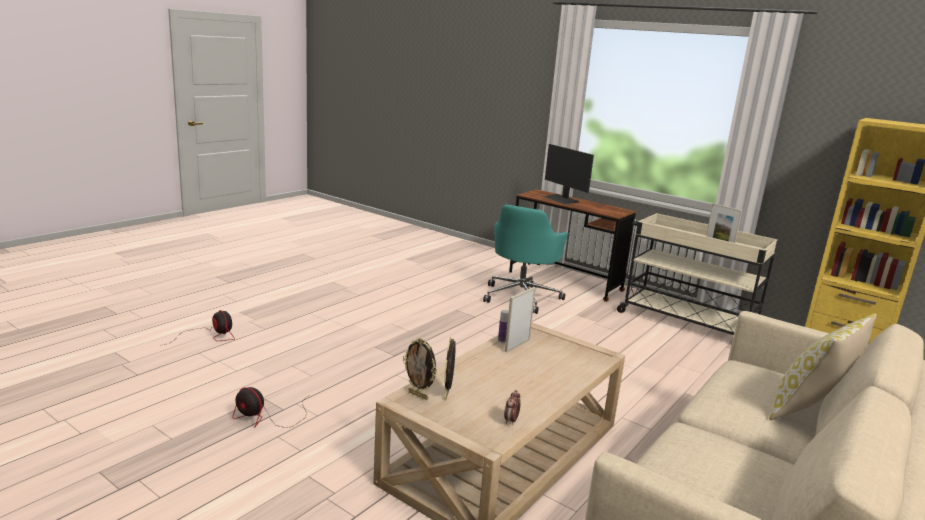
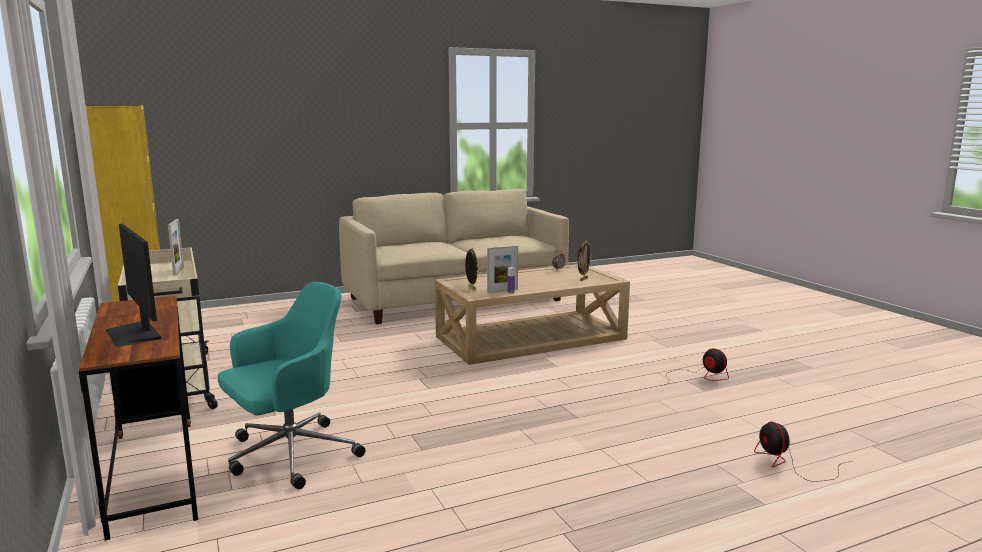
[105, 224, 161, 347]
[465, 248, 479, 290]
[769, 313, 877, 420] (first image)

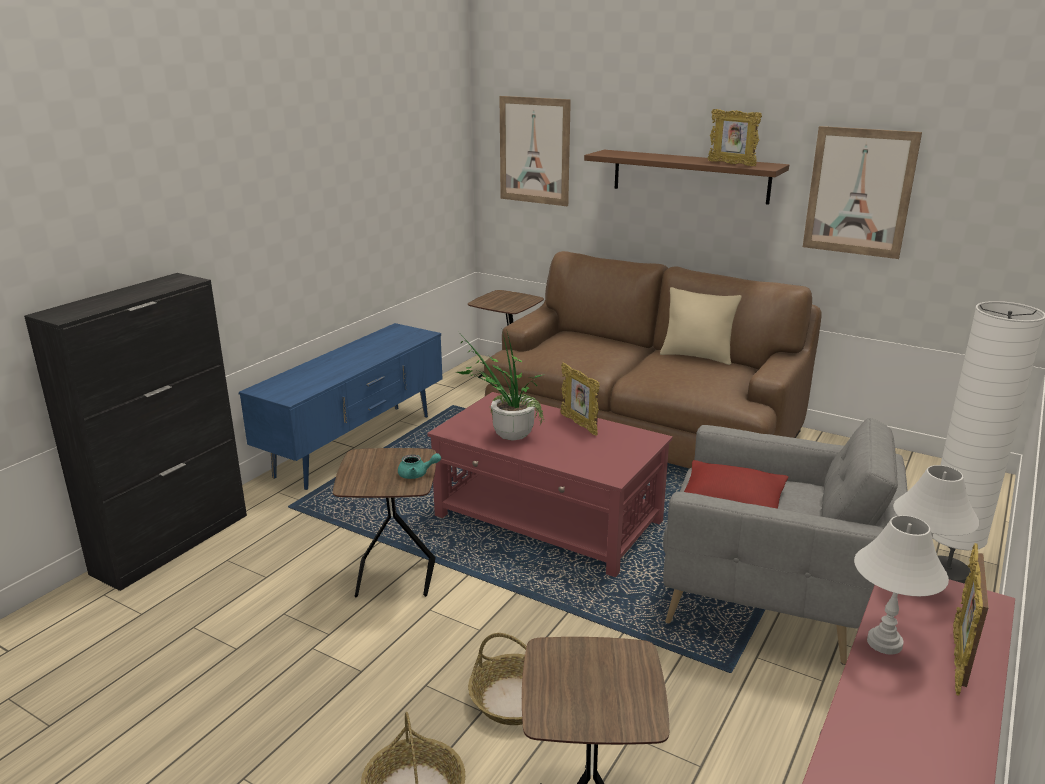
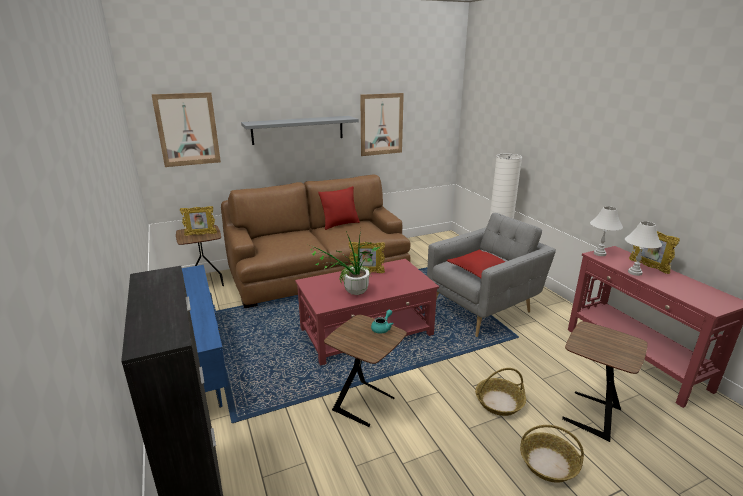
[180, 206, 217, 236]
[241, 116, 359, 145]
[318, 186, 360, 230]

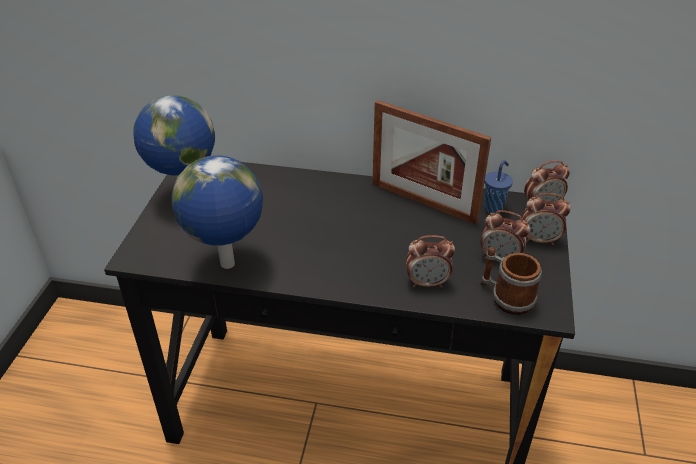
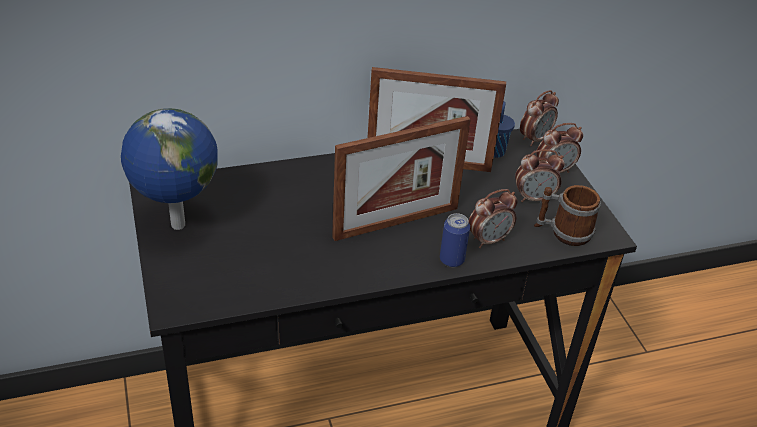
[332, 116, 471, 241]
[440, 213, 470, 267]
[171, 155, 263, 269] (first image)

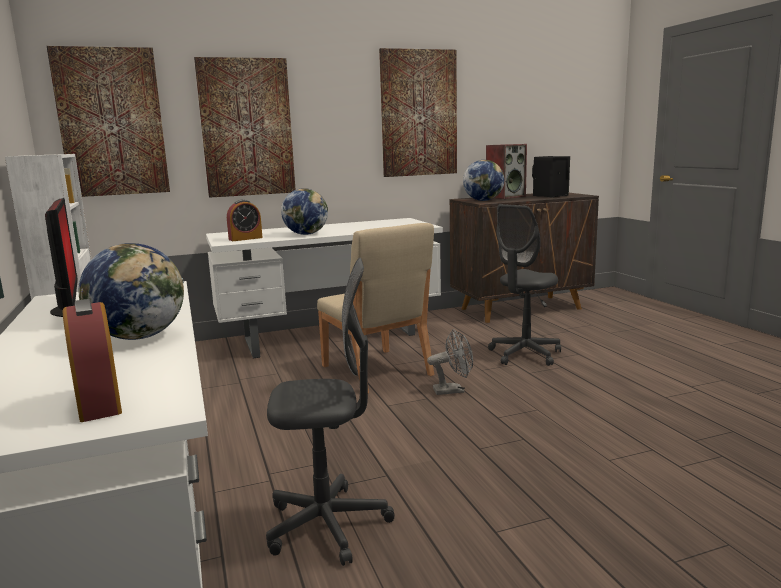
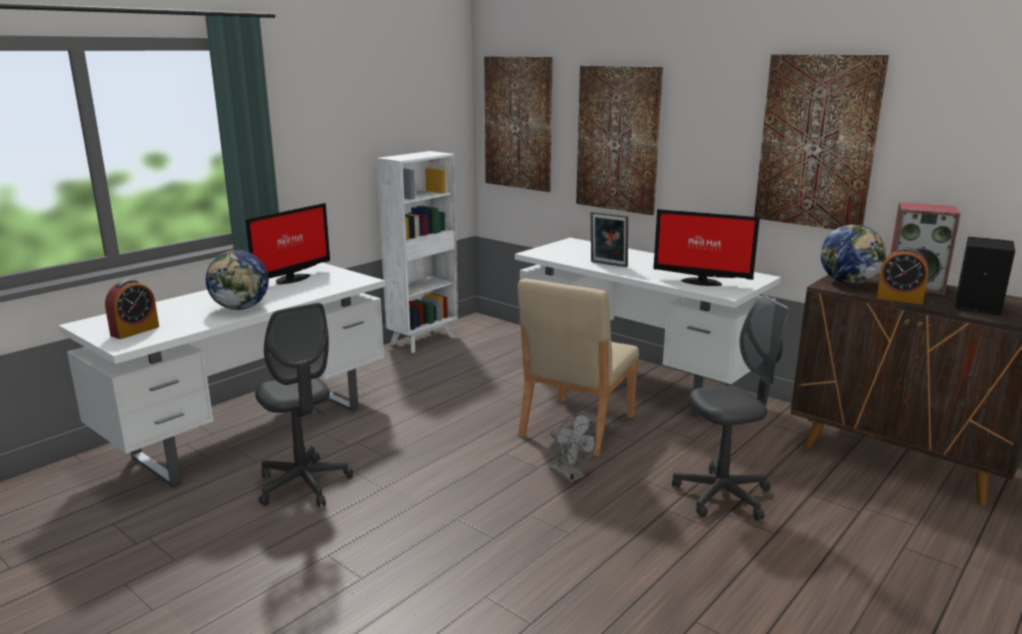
[591, 211, 628, 267]
[653, 209, 760, 286]
[672, 295, 790, 521]
[876, 247, 929, 304]

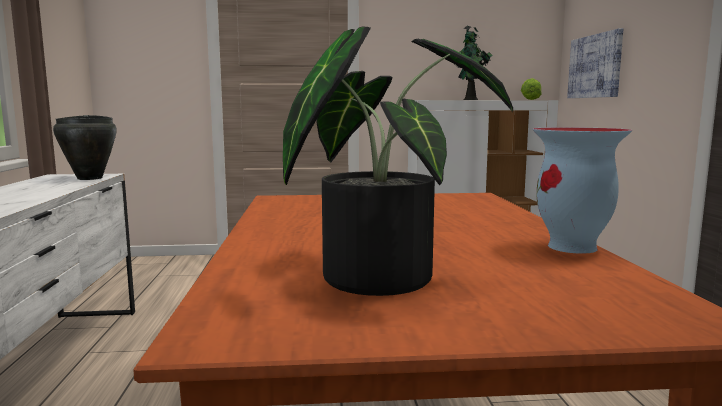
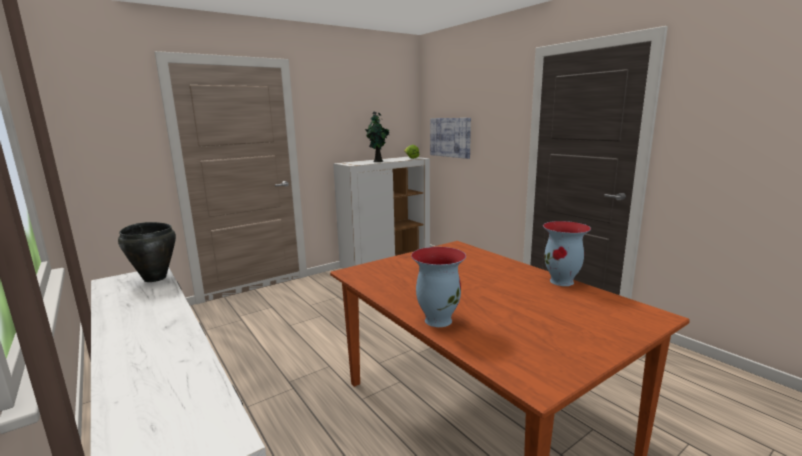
[411, 247, 466, 327]
[283, 27, 513, 296] (first image)

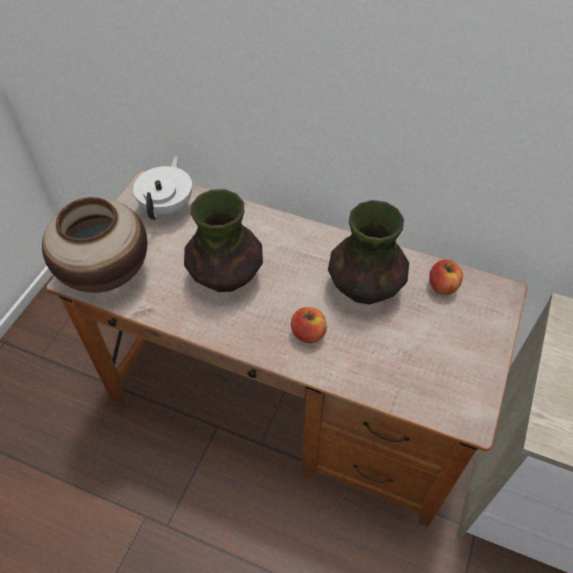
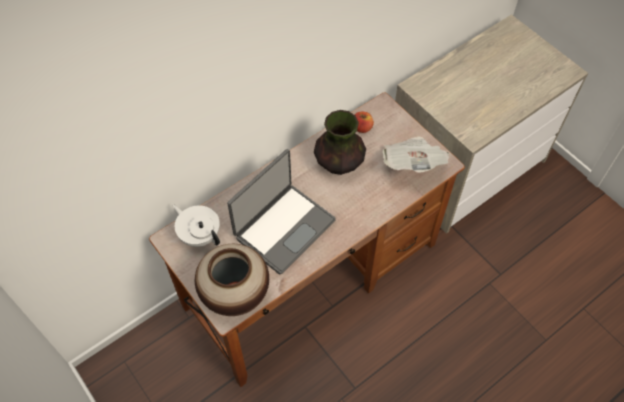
[227, 149, 336, 274]
[383, 136, 449, 173]
[291, 307, 327, 343] (first image)

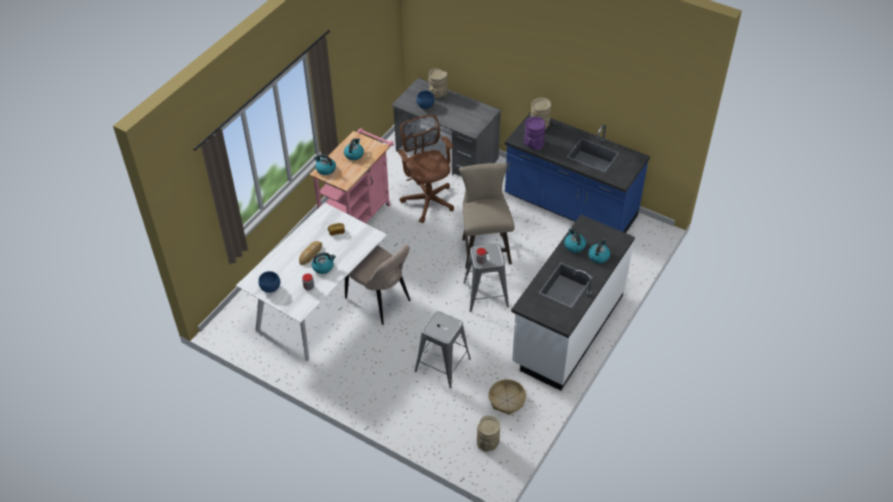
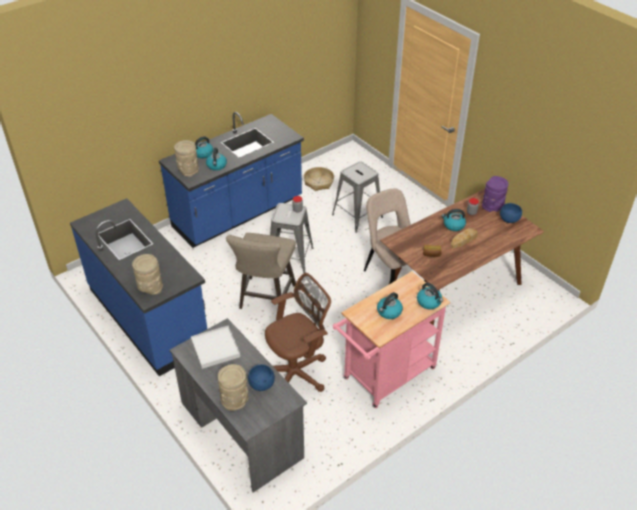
[159, 112, 304, 248]
[174, 140, 199, 177]
[191, 326, 240, 369]
[265, 273, 331, 392]
[380, 189, 544, 326]
[482, 176, 508, 212]

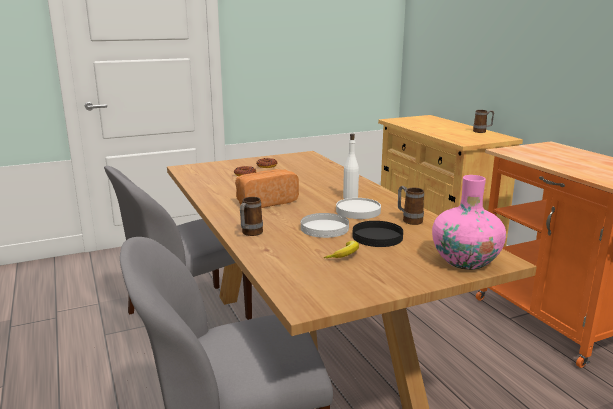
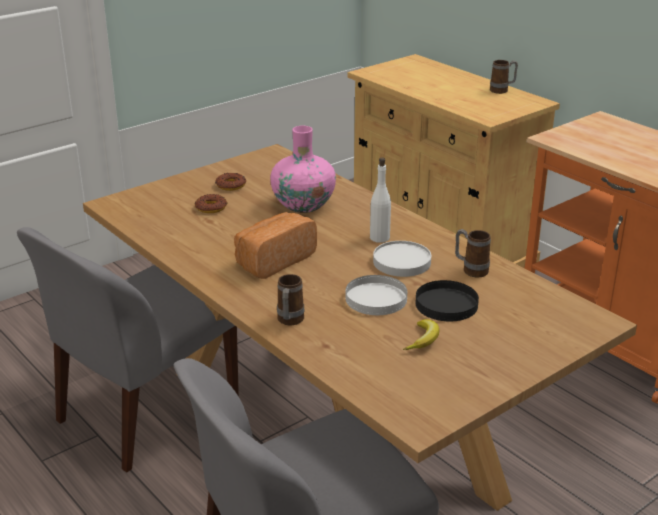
[270, 126, 336, 213]

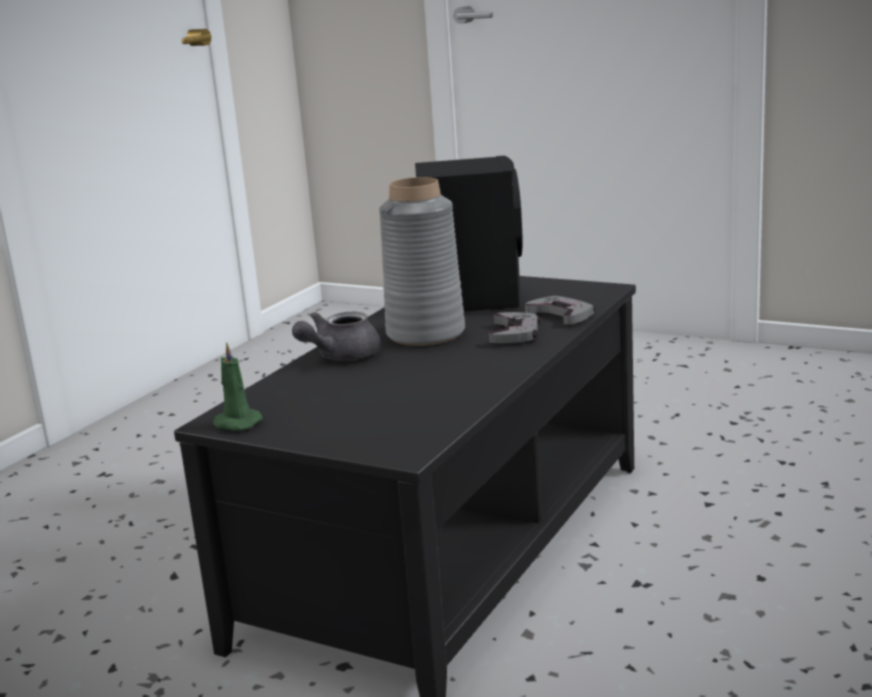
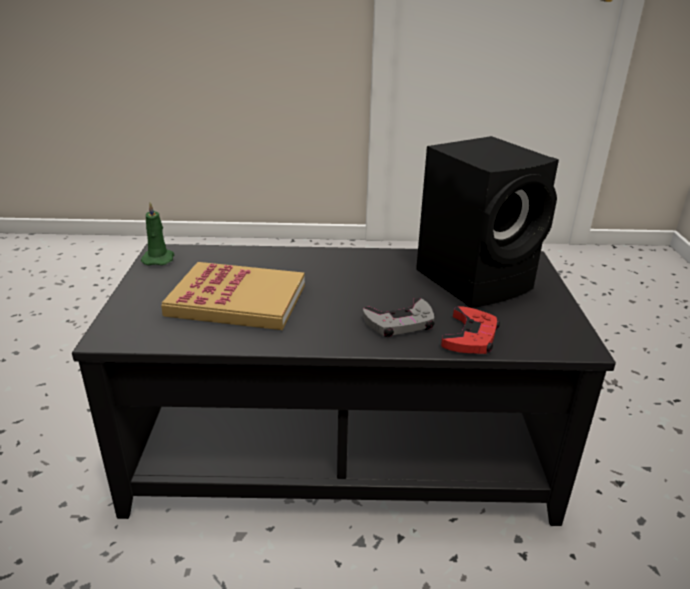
[161, 262, 305, 330]
[441, 306, 500, 354]
[292, 311, 381, 361] (first image)
[379, 177, 465, 346] (first image)

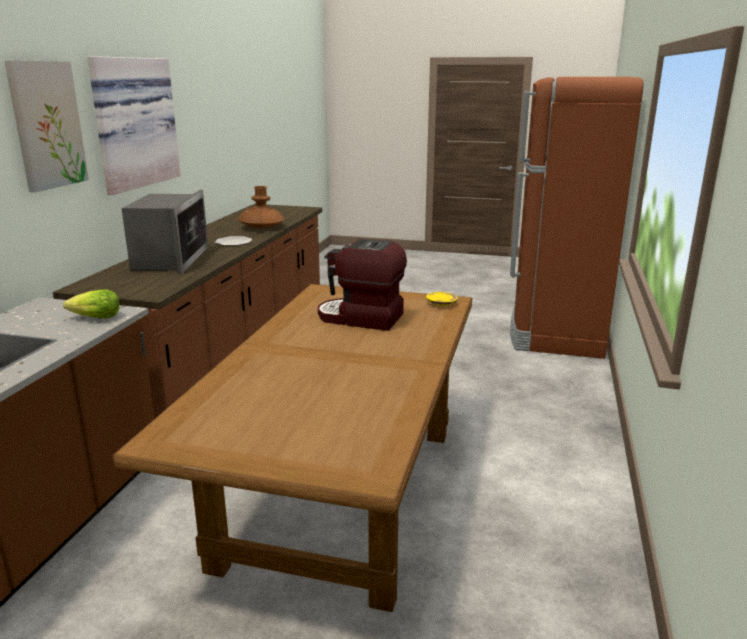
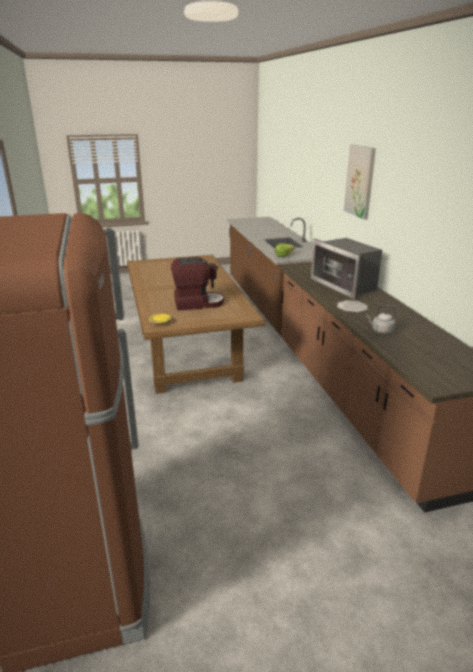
[367, 305, 396, 334]
[87, 56, 181, 195] (first image)

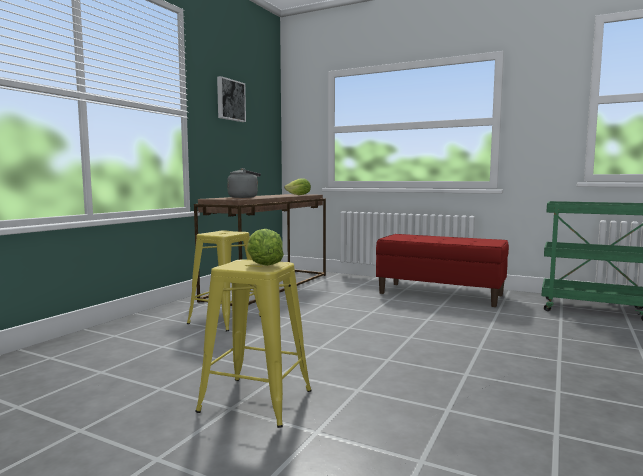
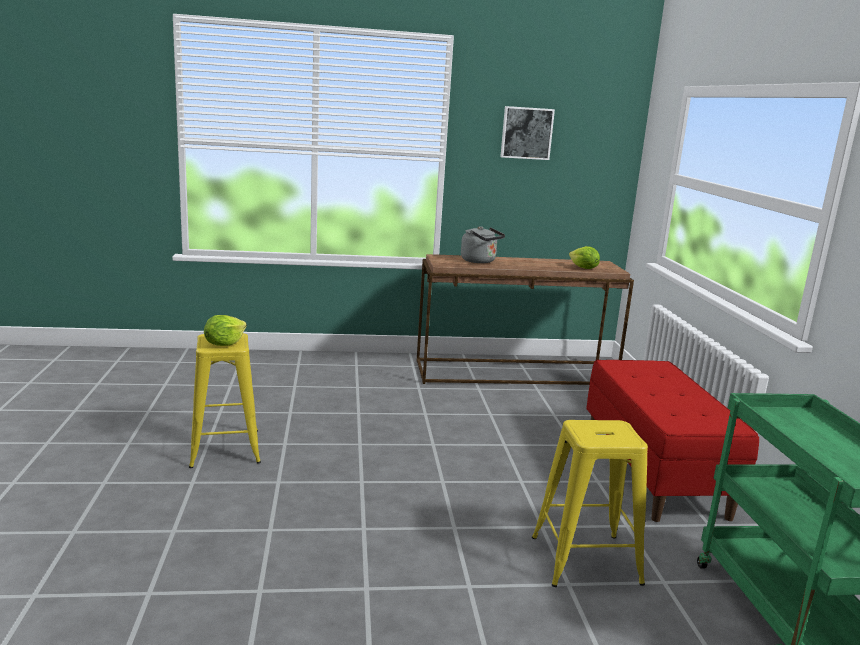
[532, 420, 648, 587]

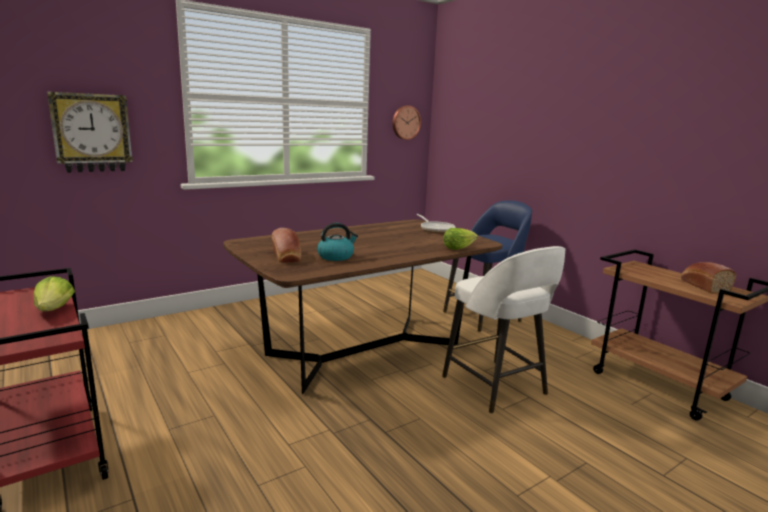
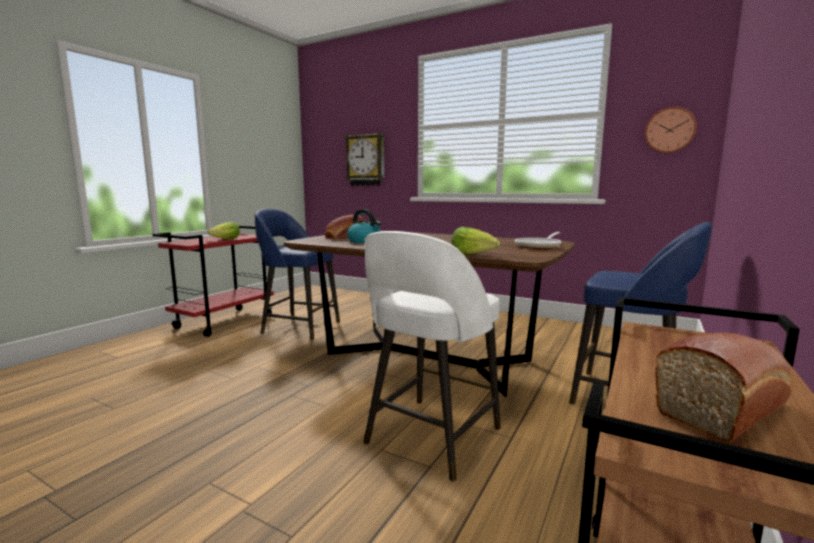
[255, 208, 340, 340]

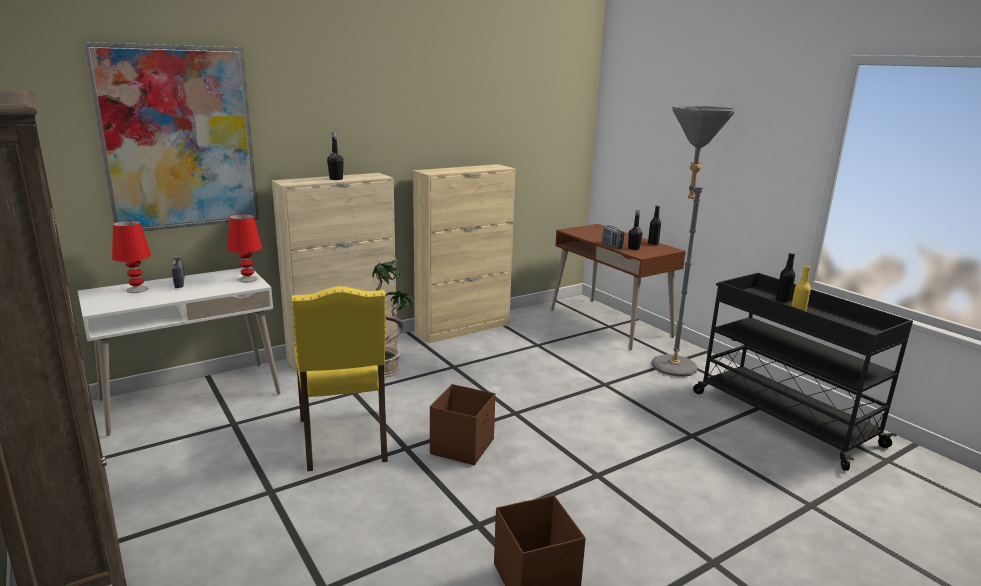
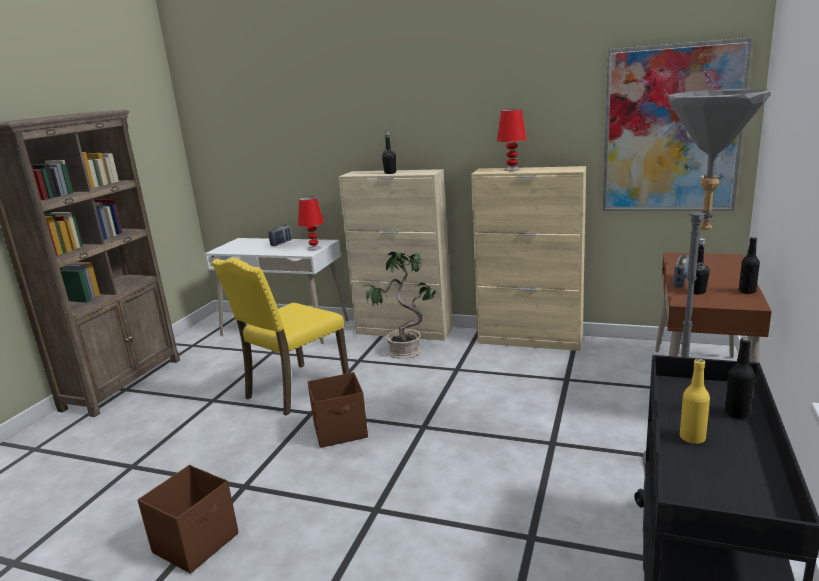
[497, 109, 527, 171]
[603, 37, 752, 211]

